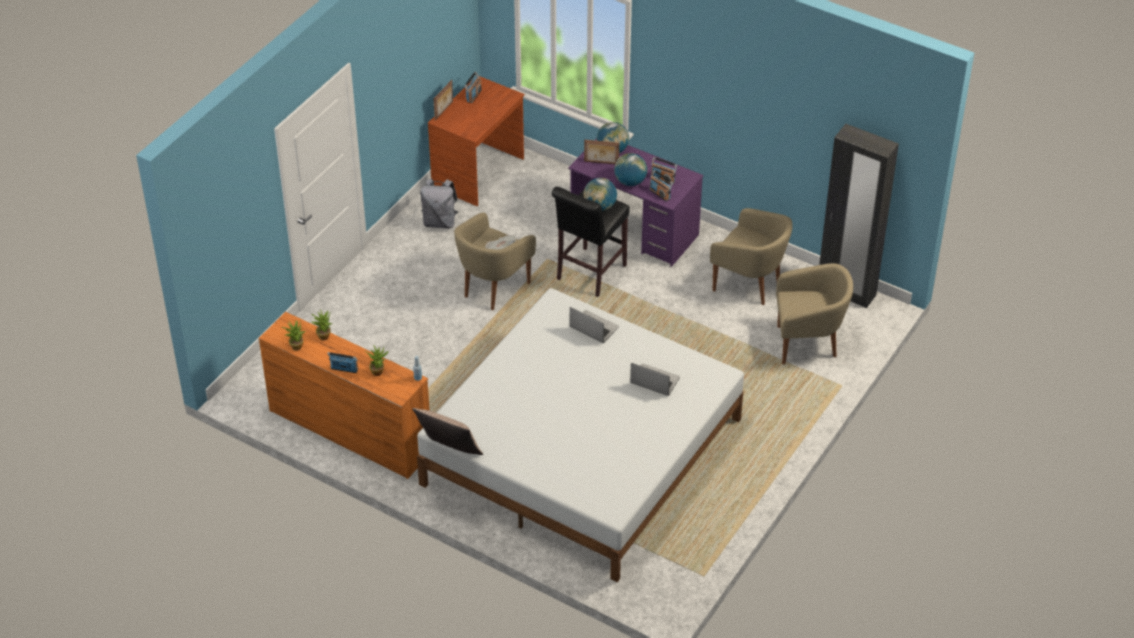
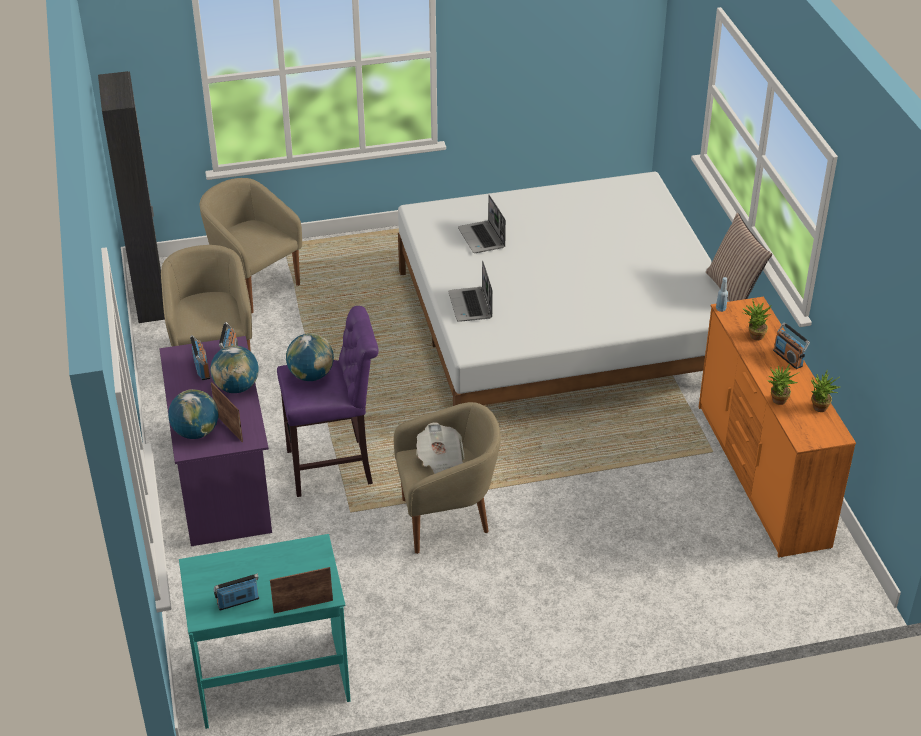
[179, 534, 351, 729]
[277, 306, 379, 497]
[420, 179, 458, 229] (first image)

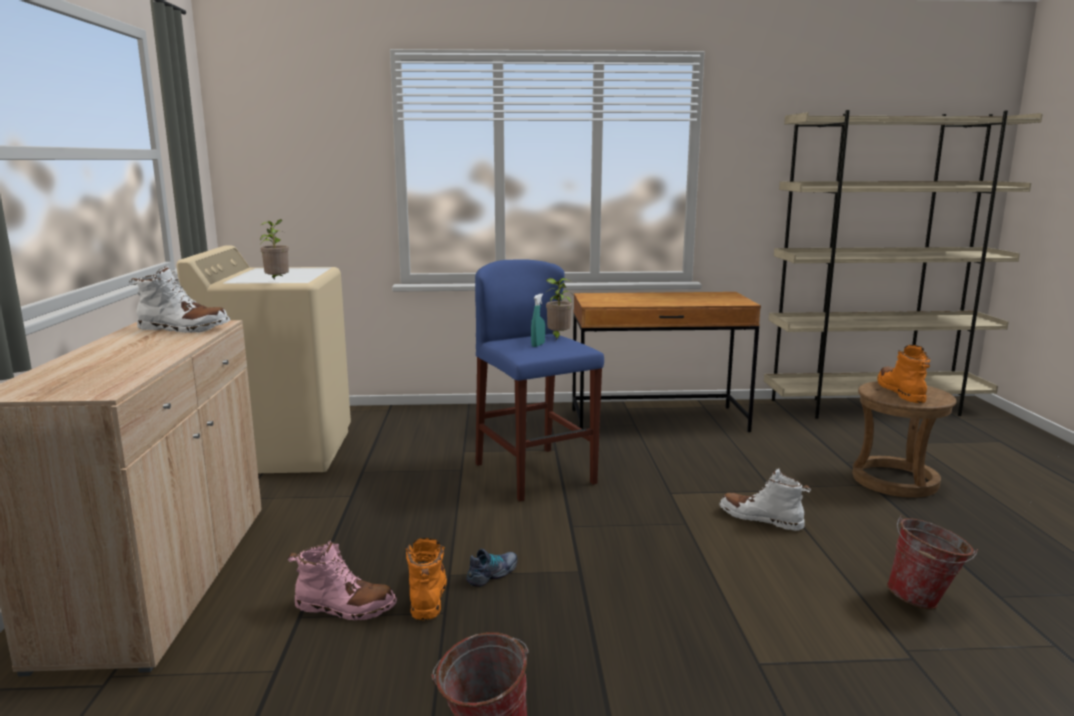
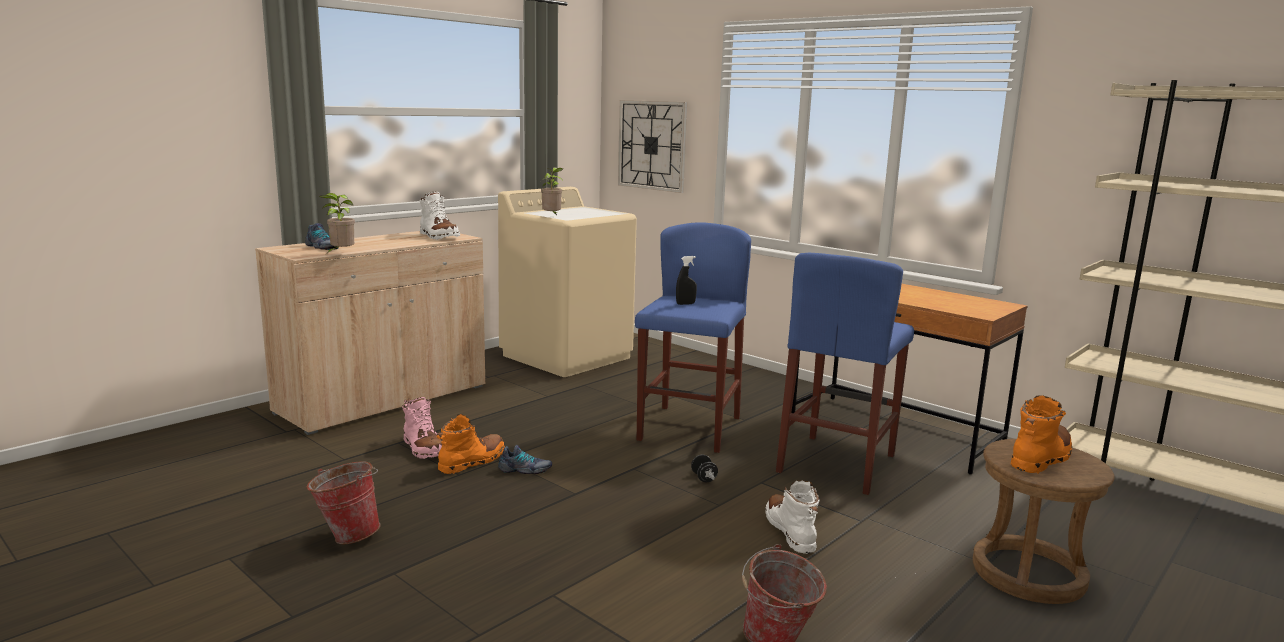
[305, 223, 338, 250]
[319, 193, 355, 253]
[618, 100, 687, 193]
[676, 256, 697, 305]
[691, 455, 718, 482]
[776, 253, 914, 495]

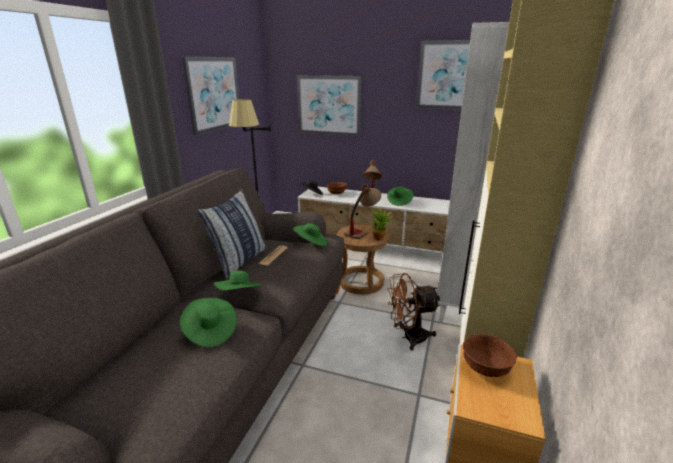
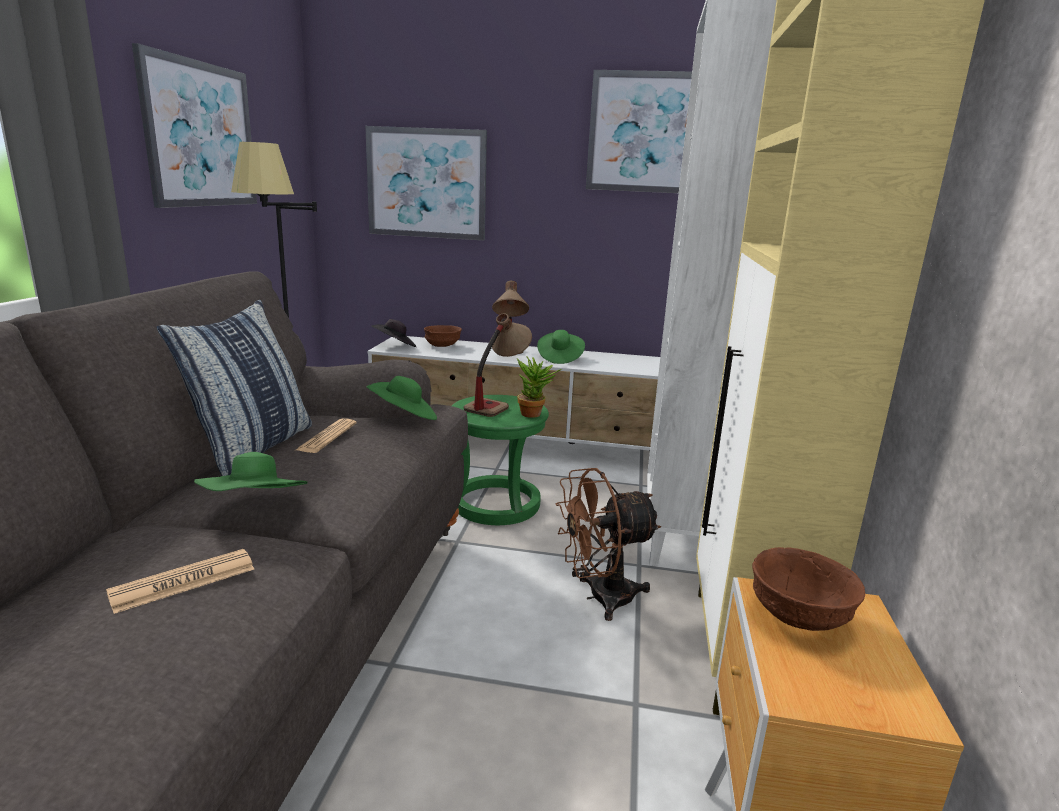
[106, 549, 254, 614]
[452, 395, 549, 525]

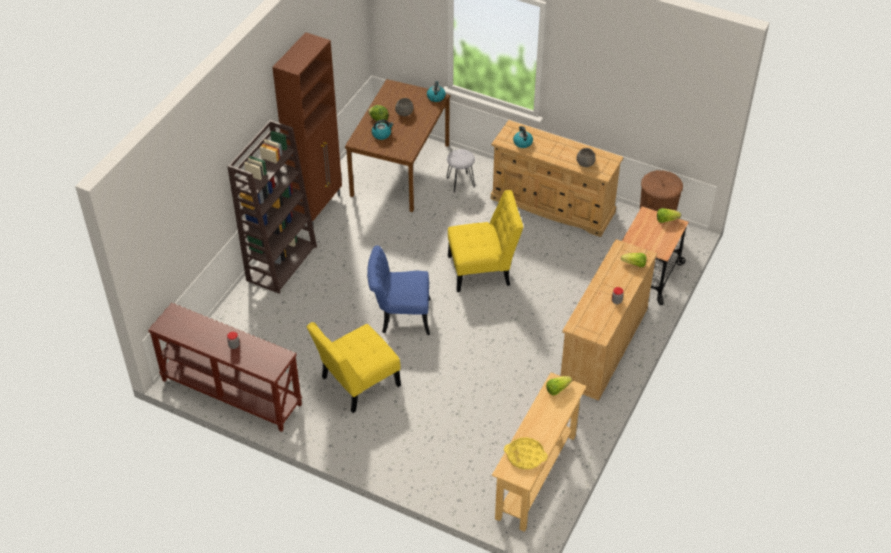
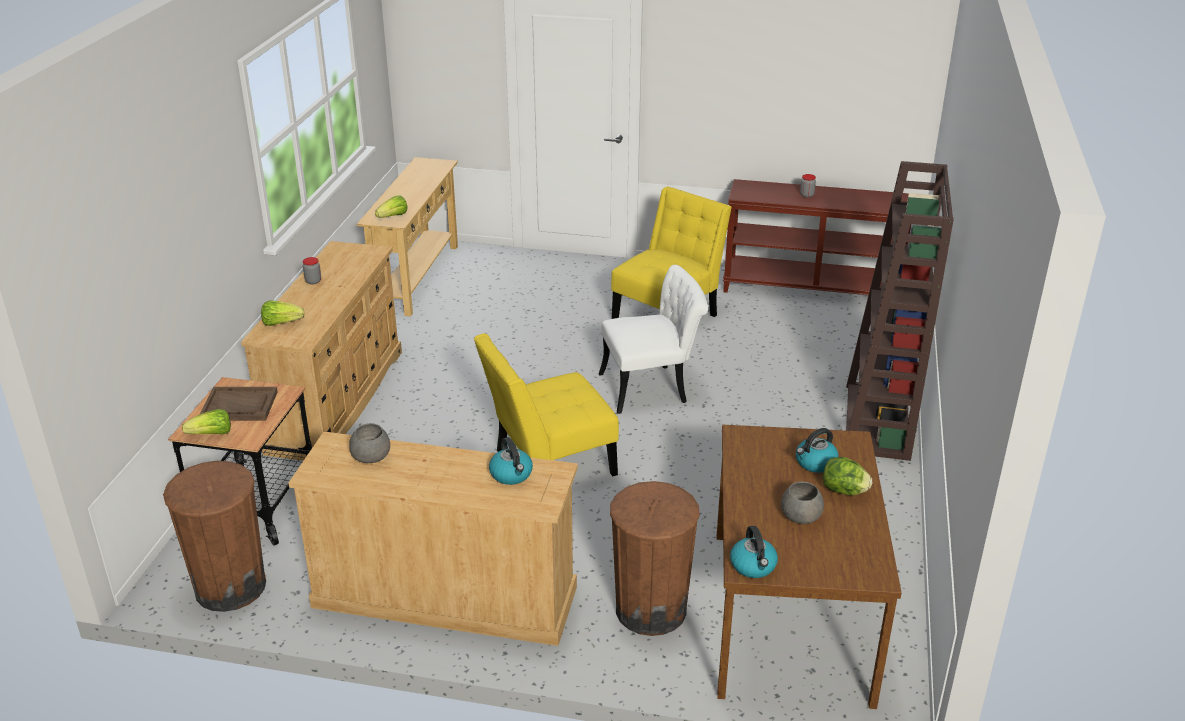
[200, 387, 278, 421]
[598, 265, 708, 414]
[610, 481, 700, 636]
[272, 32, 342, 228] (first image)
[504, 437, 548, 469] (first image)

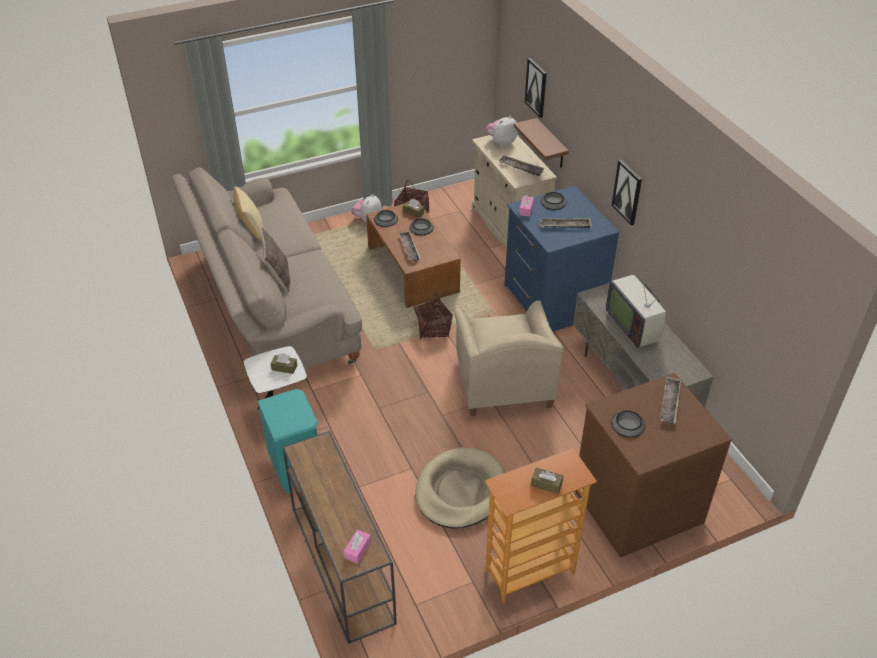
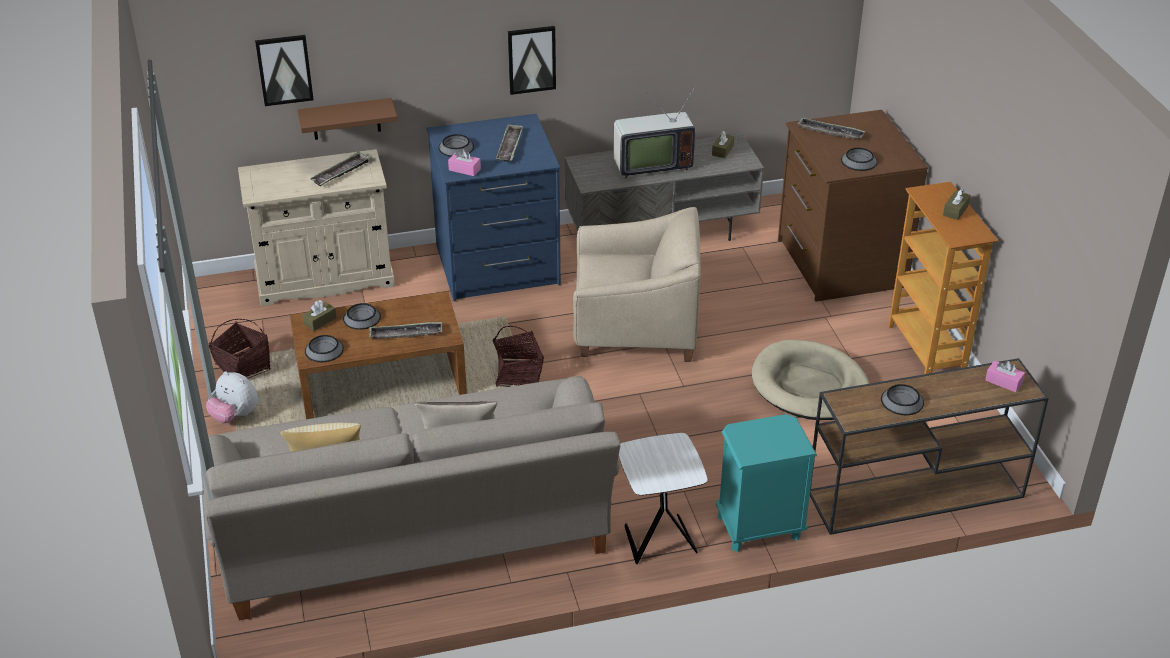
[712, 131, 734, 159]
[881, 384, 924, 415]
[486, 116, 518, 147] (first image)

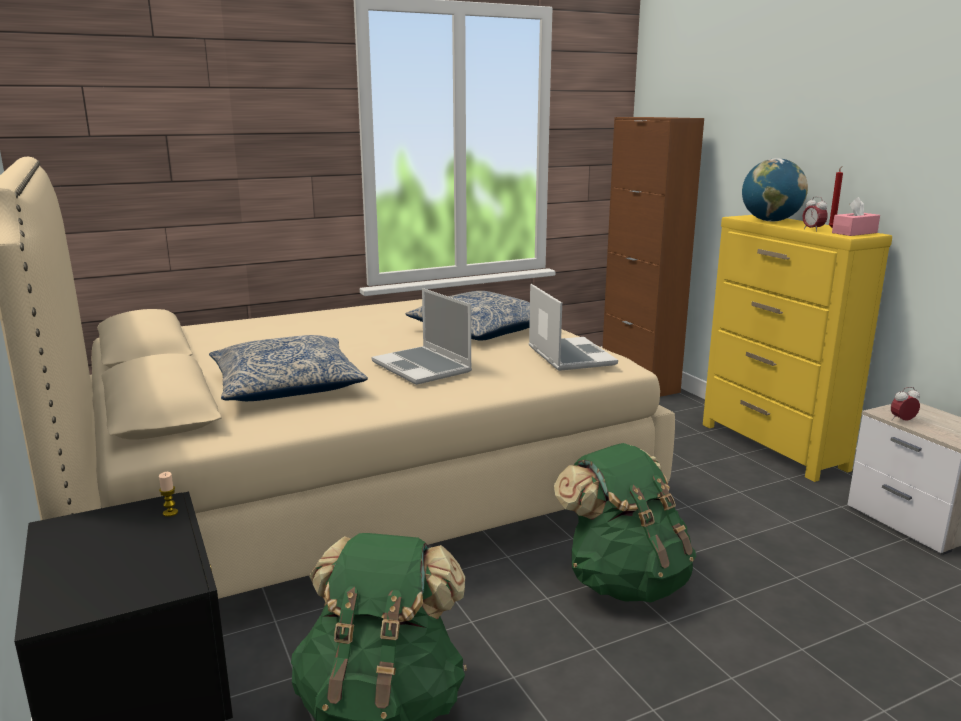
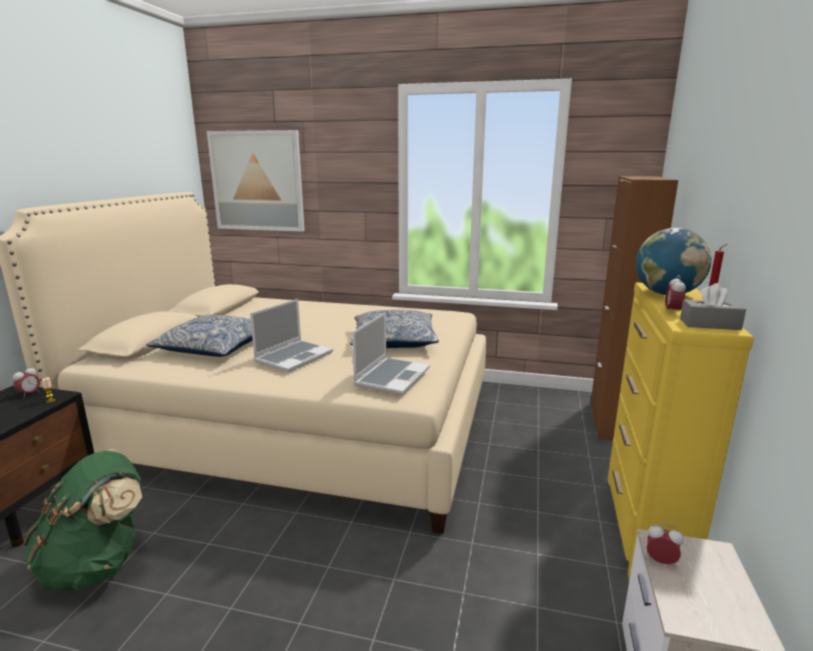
[13, 366, 40, 396]
[207, 130, 305, 232]
[250, 299, 333, 372]
[680, 283, 746, 330]
[554, 443, 696, 603] (first image)

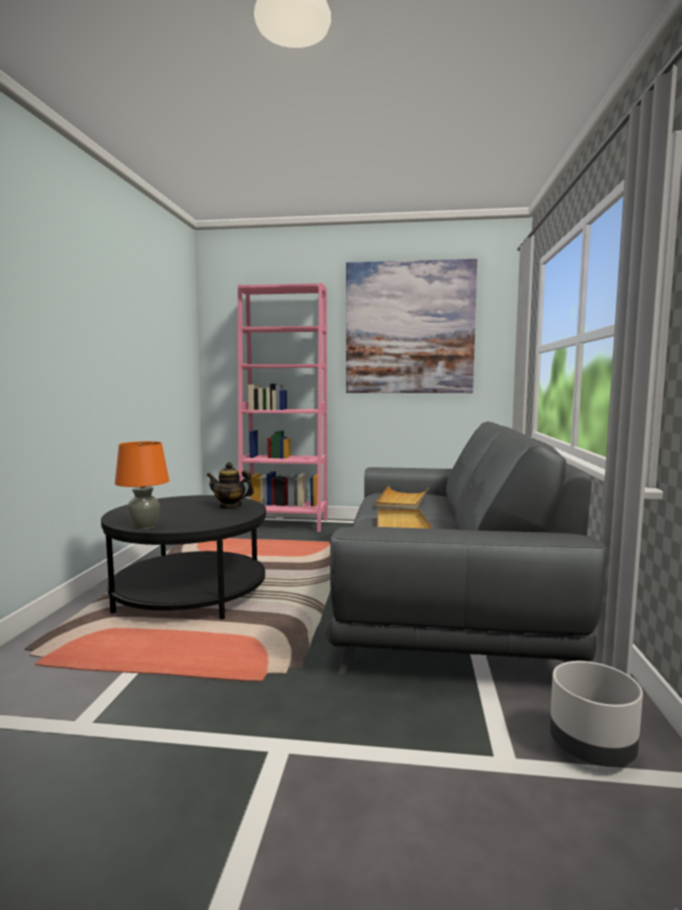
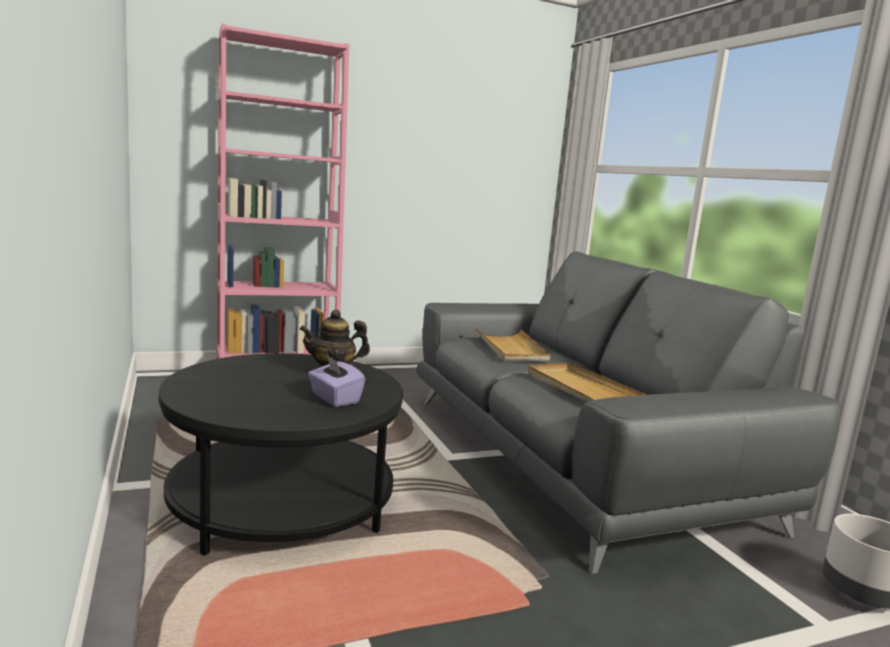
[308, 354, 365, 407]
[115, 441, 169, 530] (first image)
[346, 259, 477, 393] (first image)

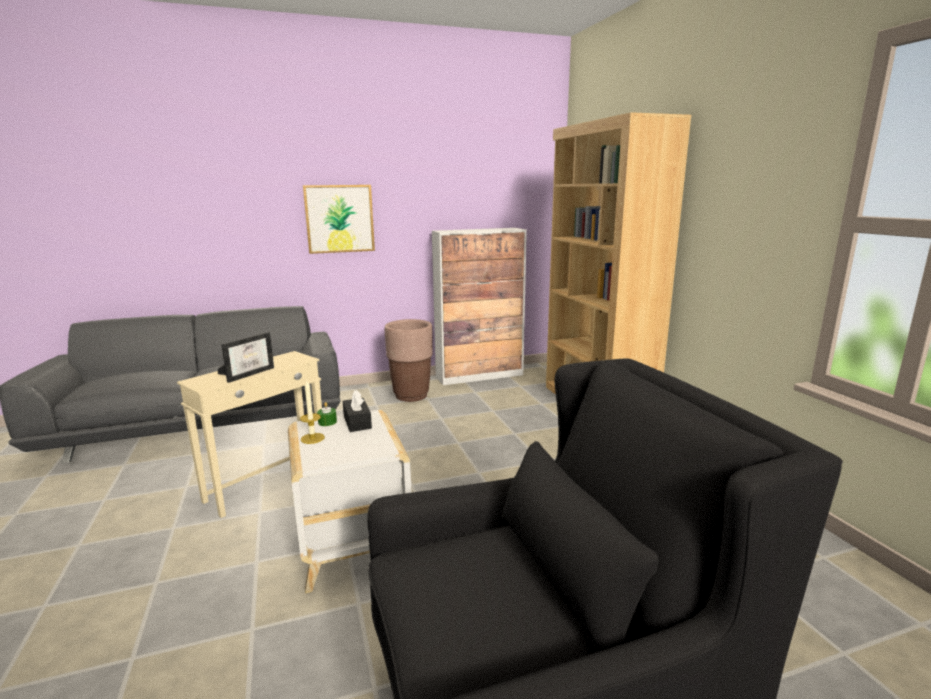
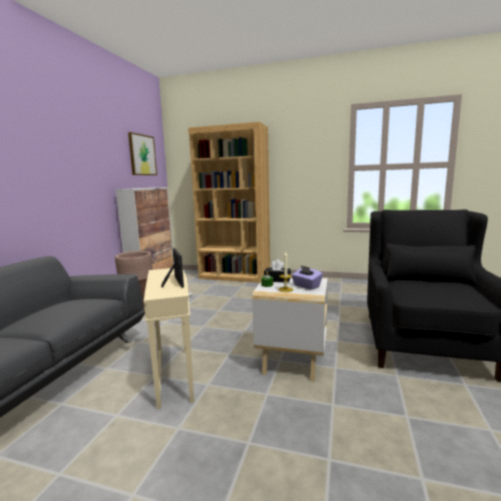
[128, 132, 157, 175]
[291, 265, 323, 290]

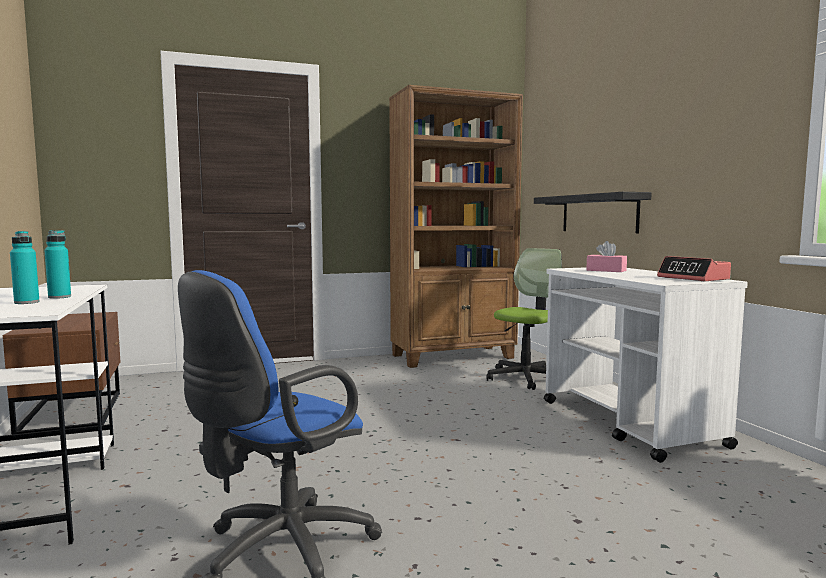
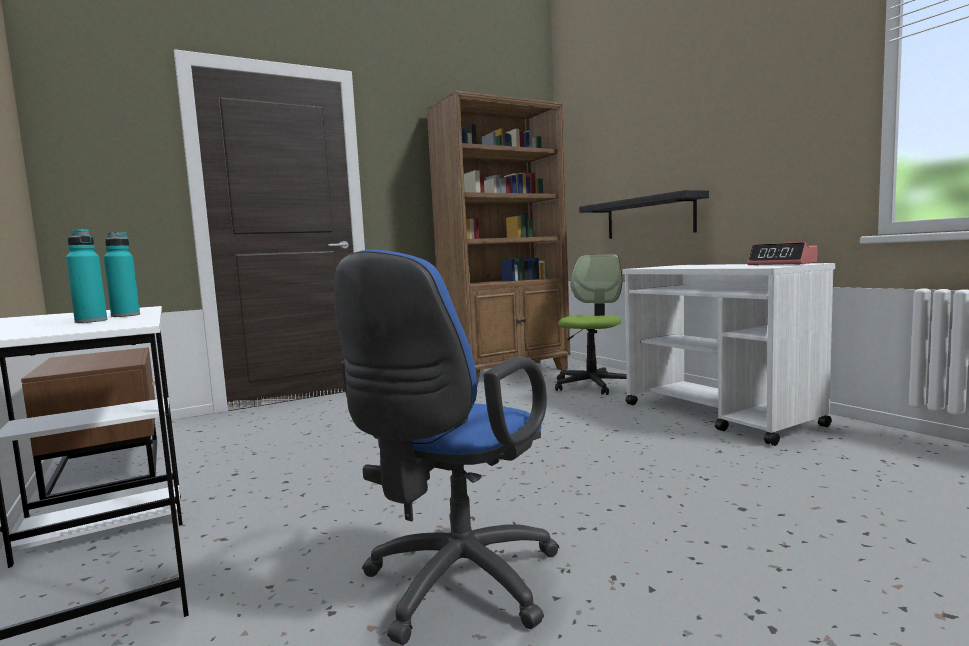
[586, 241, 627, 272] (first image)

